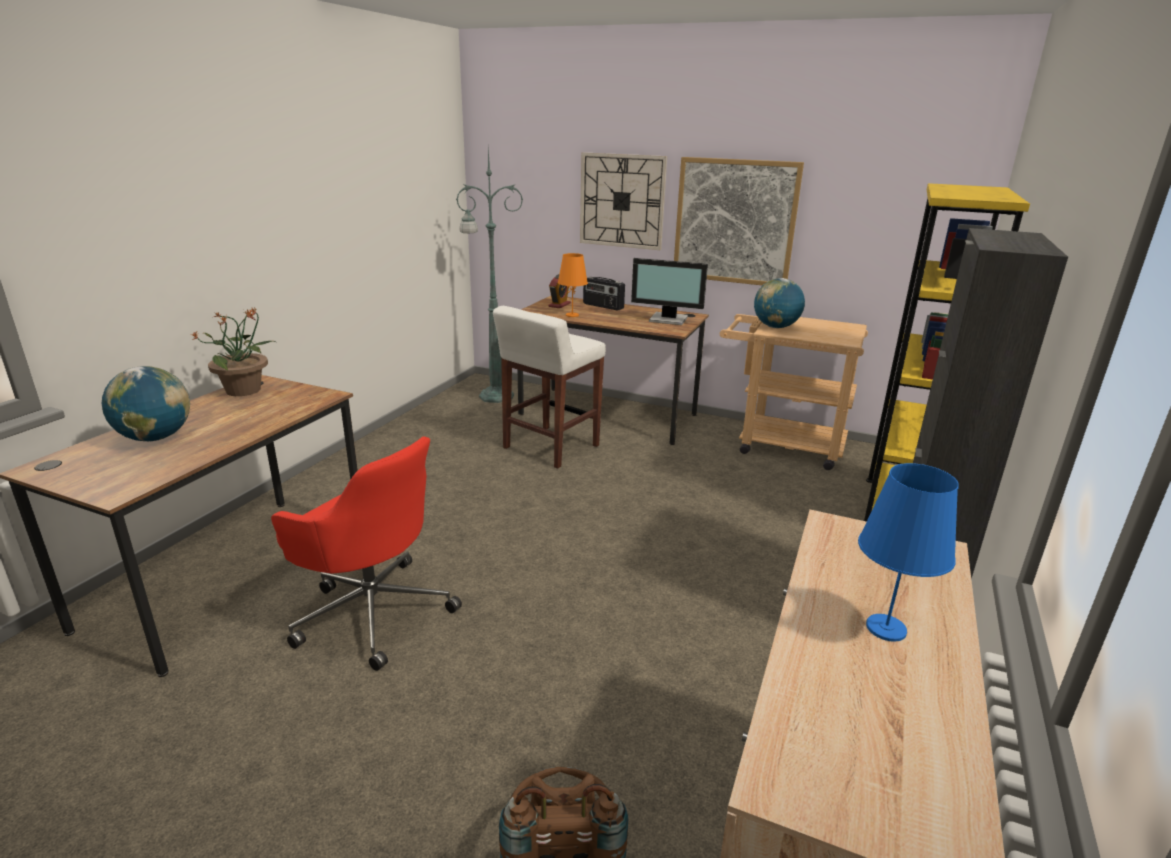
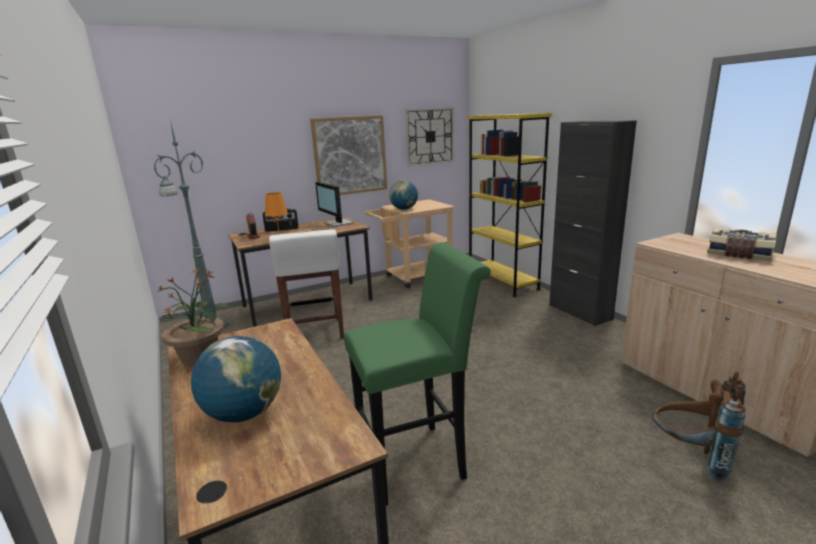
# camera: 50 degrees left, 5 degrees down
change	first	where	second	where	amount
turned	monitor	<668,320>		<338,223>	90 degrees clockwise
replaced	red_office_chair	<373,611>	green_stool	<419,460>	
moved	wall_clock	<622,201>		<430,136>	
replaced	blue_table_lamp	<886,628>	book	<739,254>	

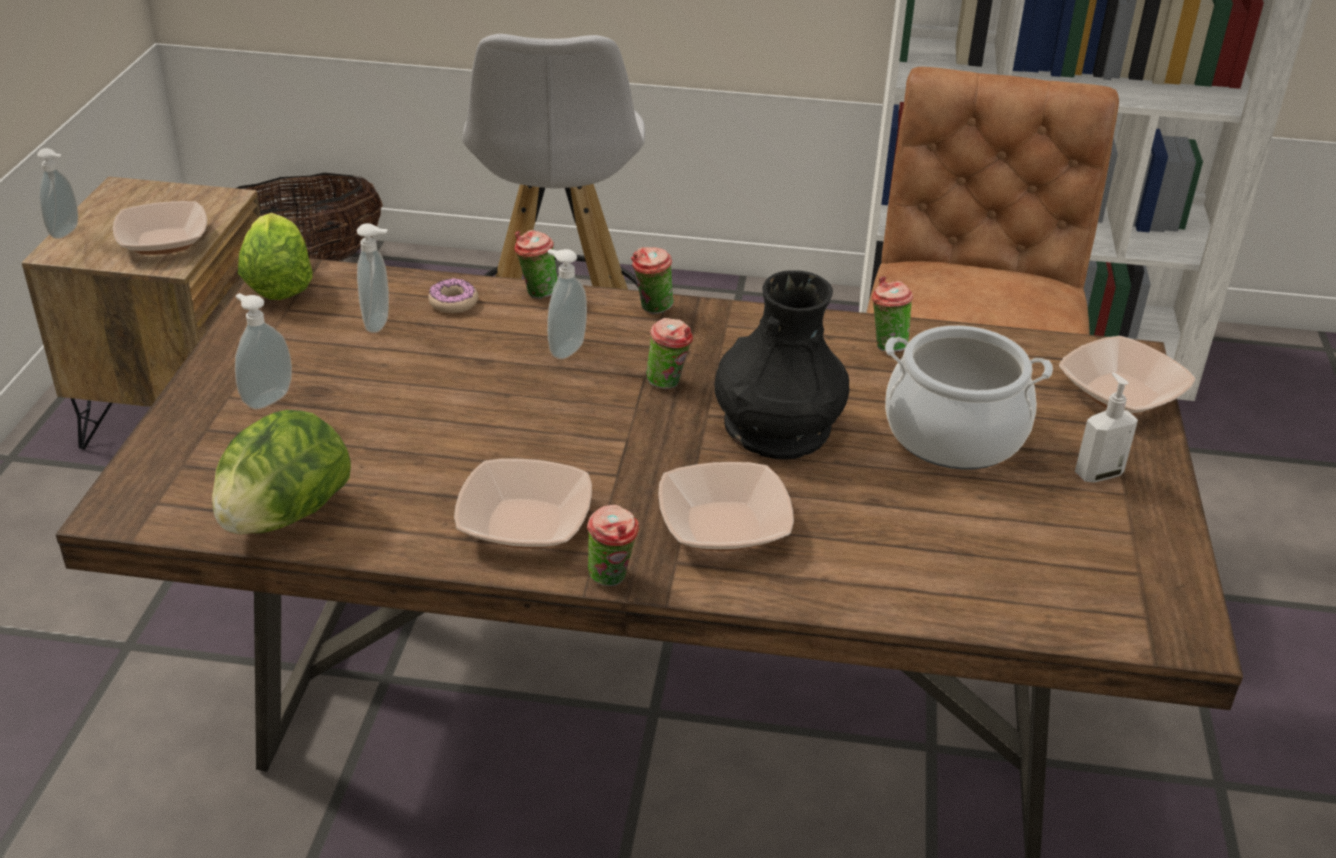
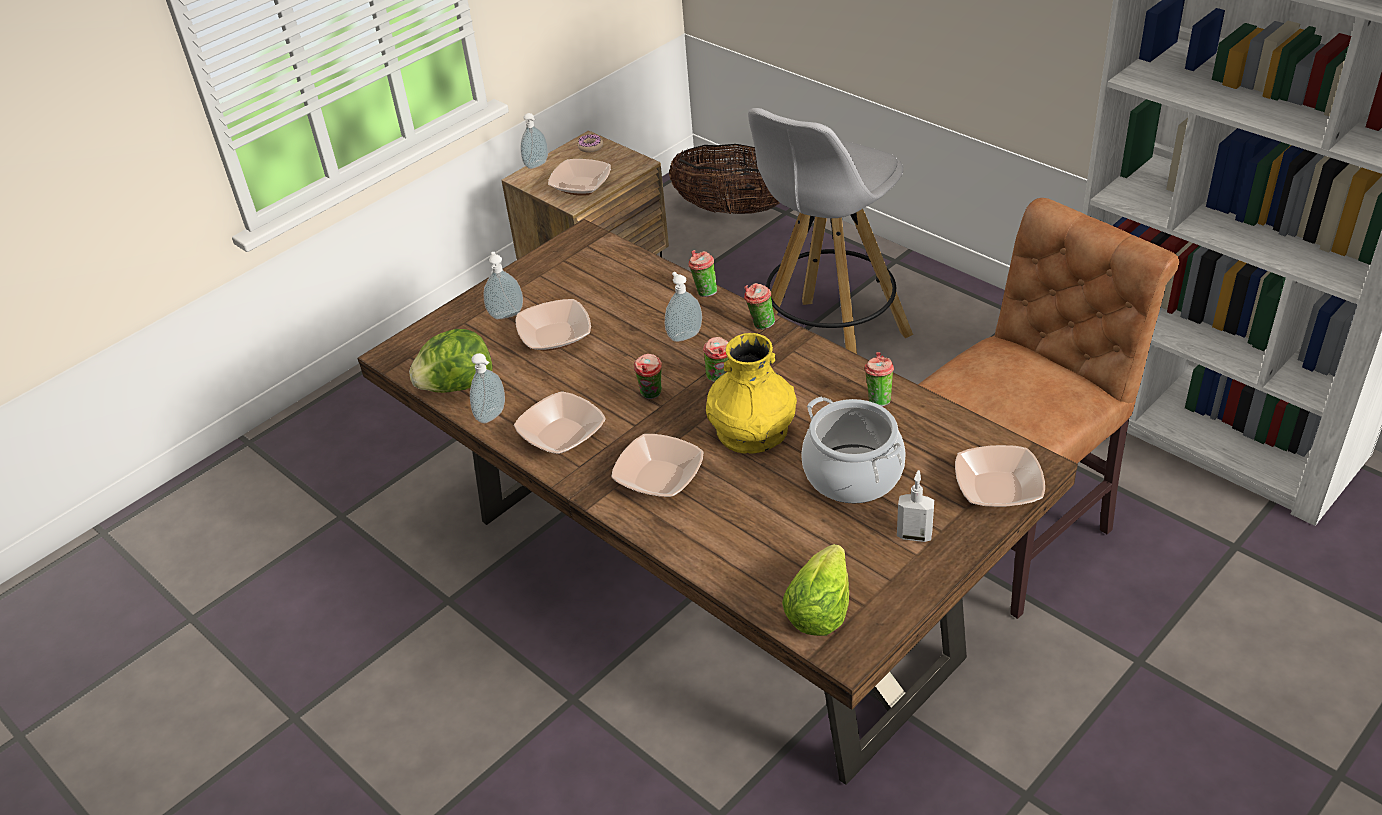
# camera: 40 degrees right, 5 degrees up
change	first	where	second	where	amount
moved	soap_dispenser	<380,323>		<493,416>	
added			bowl	<555,336>	
moved	donut	<453,302>		<590,147>	
moved	cup	<612,579>		<651,395>	
recoloured	black_vase	<777,427>	yellow_vase	<751,429>	
moved	lettuce	<278,285>		<819,611>	

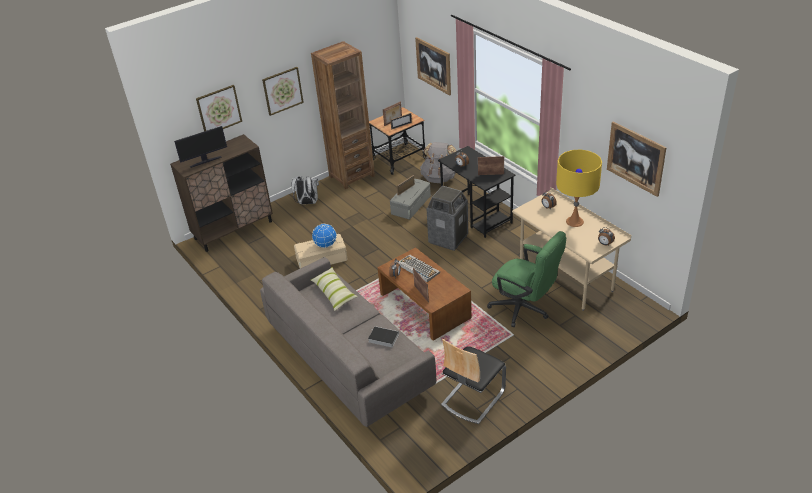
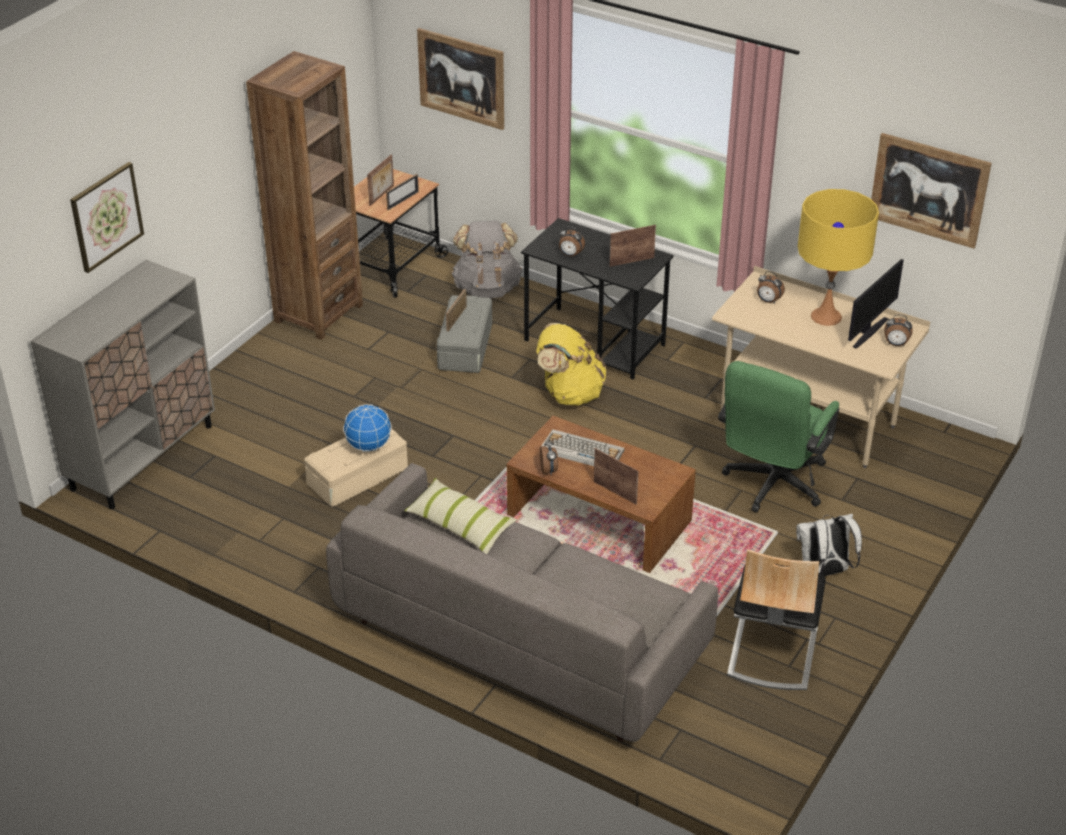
# camera: 25 degrees left, 0 degrees up
change	first	where	second	where	amount
recoloured	brown_cabinet	<234,230>	grey_cabinet	<143,457>	
replaced	trash_can	<448,238>	yellow_backpack	<569,393>	
turned	green_office_chair	<524,309>		<771,486>	105 degrees clockwise
moved	white_backpack	<307,203>		<824,572>	
moved	monitor	<205,161>		<868,332>	
removed	picture	<282,90>			
removed	book	<382,338>			

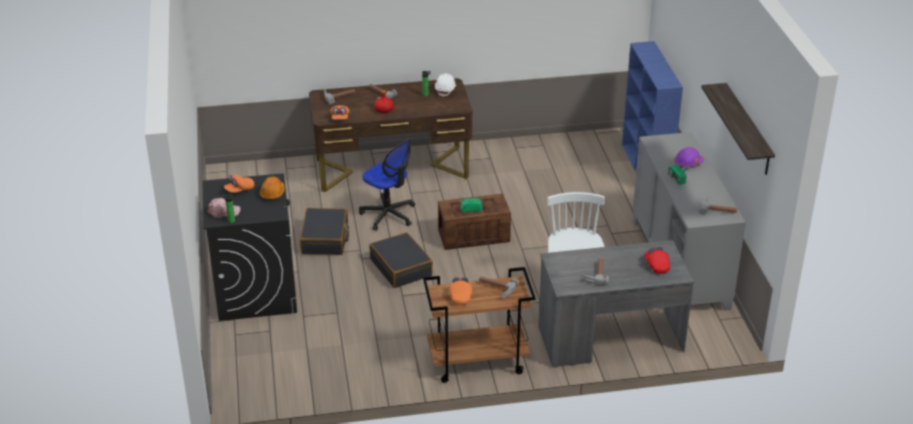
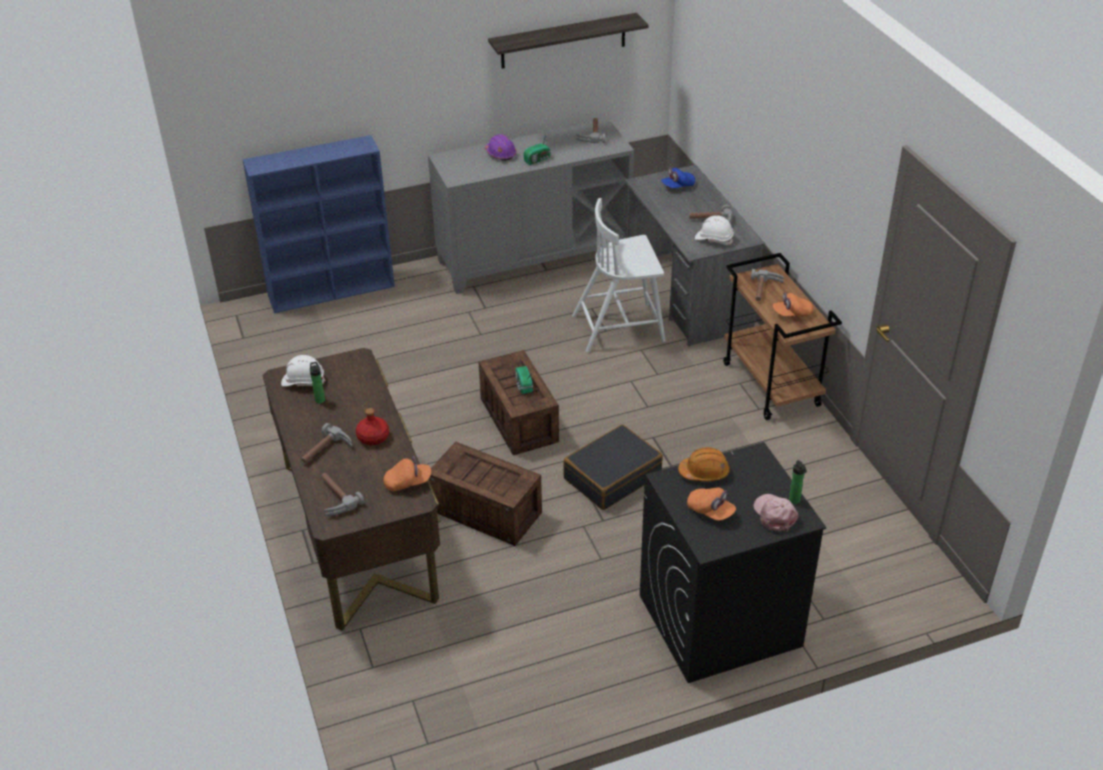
# camera: 100 degrees left, 5 degrees up
change	first	where	second	where	amount
replaced	office_chair	<388,215>	crate	<487,511>	
recoloured	red_cap	<656,265>	blue_cap	<677,186>	
added			white_hard_hat	<714,239>	
removed	black_suitcase	<325,239>			

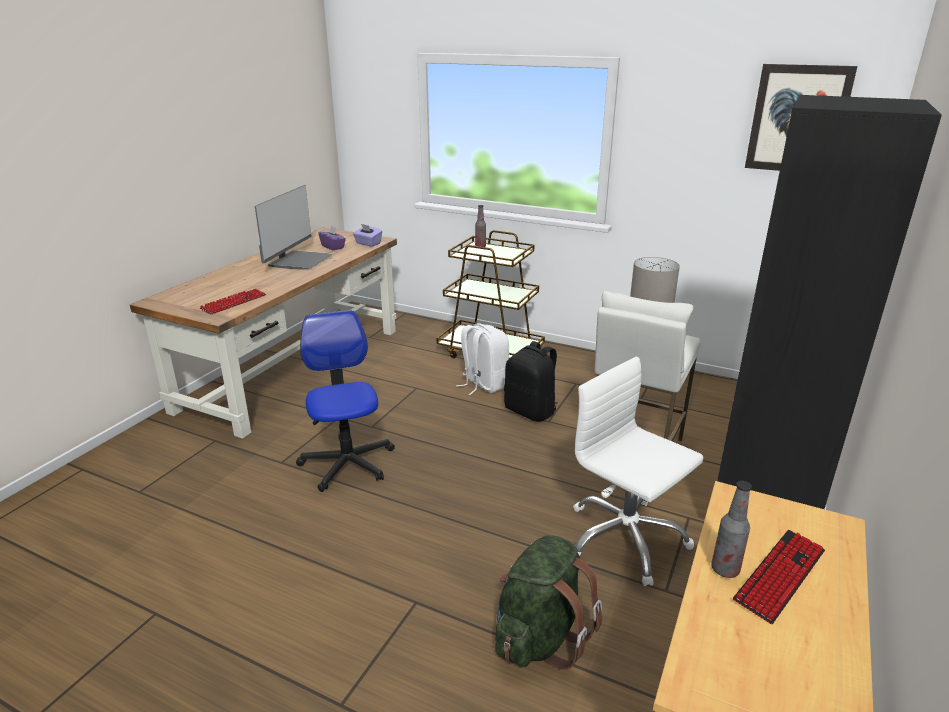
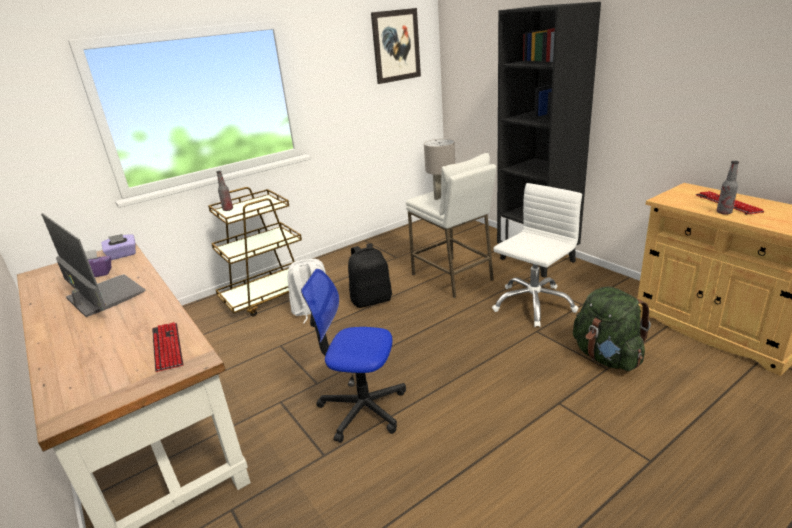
# camera: 60 degrees left, 0 degrees up
change	first	where	second	where	amount
turned	white_office_chair	<624,539>		<533,304>	150 degrees clockwise

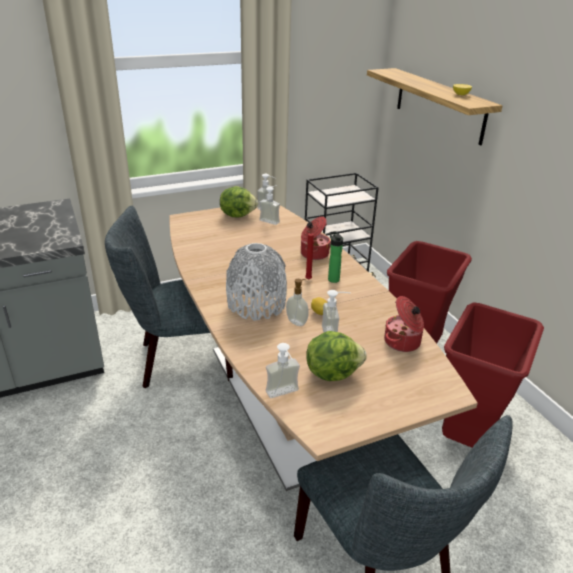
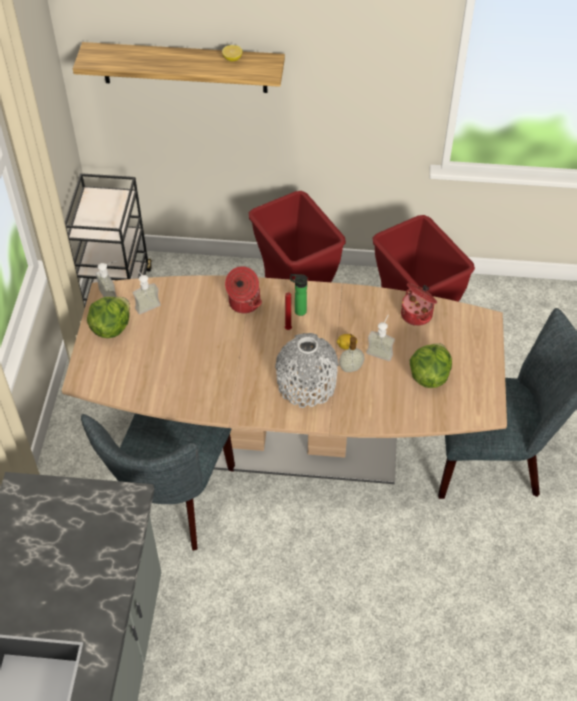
# camera: 60 degrees left, 20 degrees up
change	first	where	second	where	amount
removed	soap_dispenser	<285,395>			

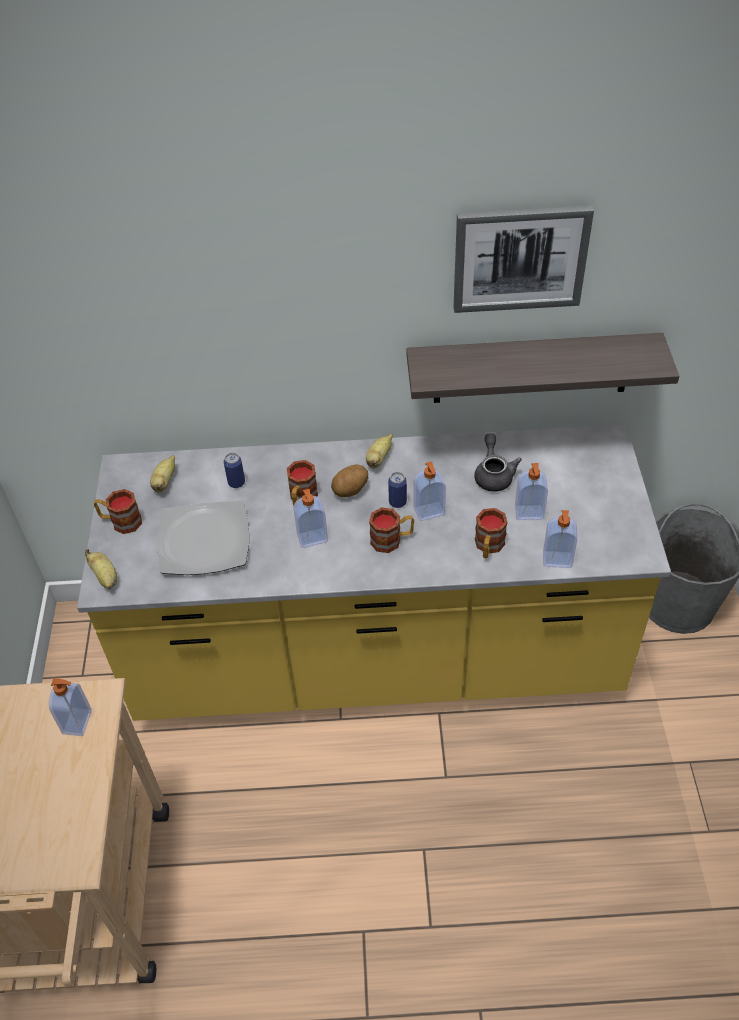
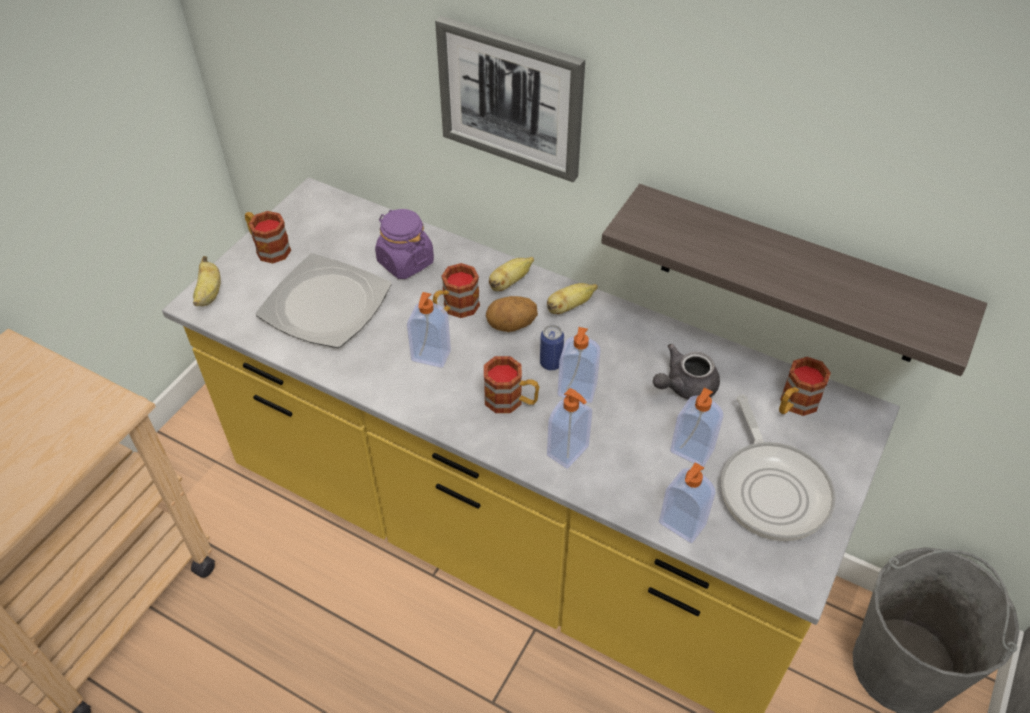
# camera: 30 degrees right, 0 degrees up
change	first	where	second	where	amount
replaced	can	<236,482>	purple_jar	<405,262>	
moved	picture	<519,258>		<511,98>	
moved	banana	<164,481>		<510,282>	
moved	soap_dispenser	<78,722>		<569,452>	
turned	grey_teapot	<493,474>		<684,386>	150 degrees counterclockwise
added			frying_pan	<772,489>	
moved	mug	<488,547>		<794,405>	

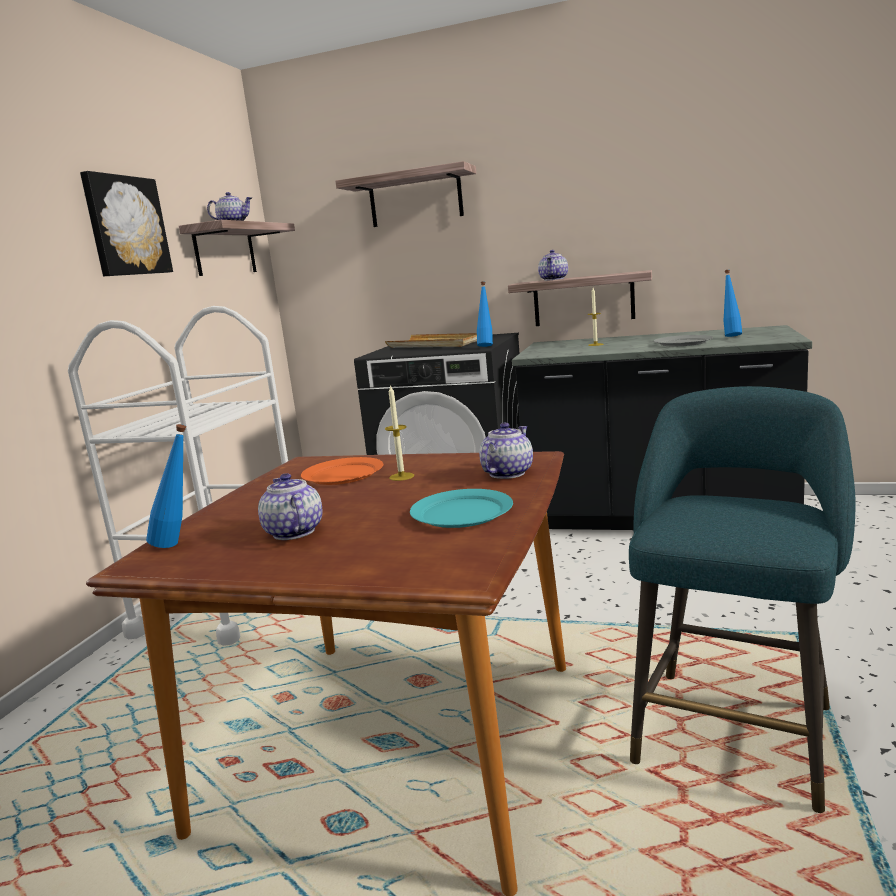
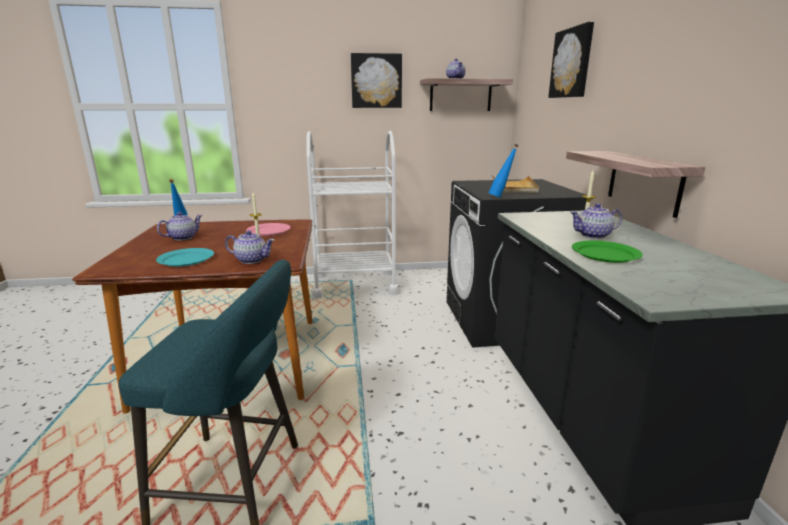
# camera: 65 degrees right, 5 degrees up
change	first	where	second	where	amount
recoloured	orange_plate	<343,474>	pink_plate	<269,231>	
replaced	shelf	<415,198>	picture	<572,63>	
moved	teapot	<554,279>		<593,235>	
recoloured	grey_plate	<682,343>	green_plate	<605,254>	
removed	blue_bottle	<731,336>			

